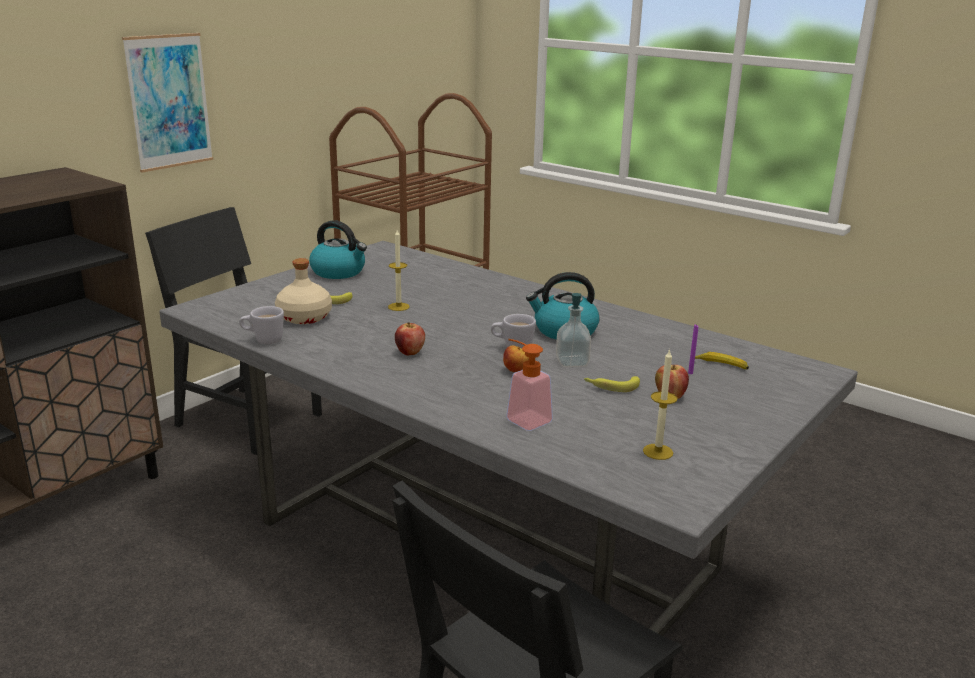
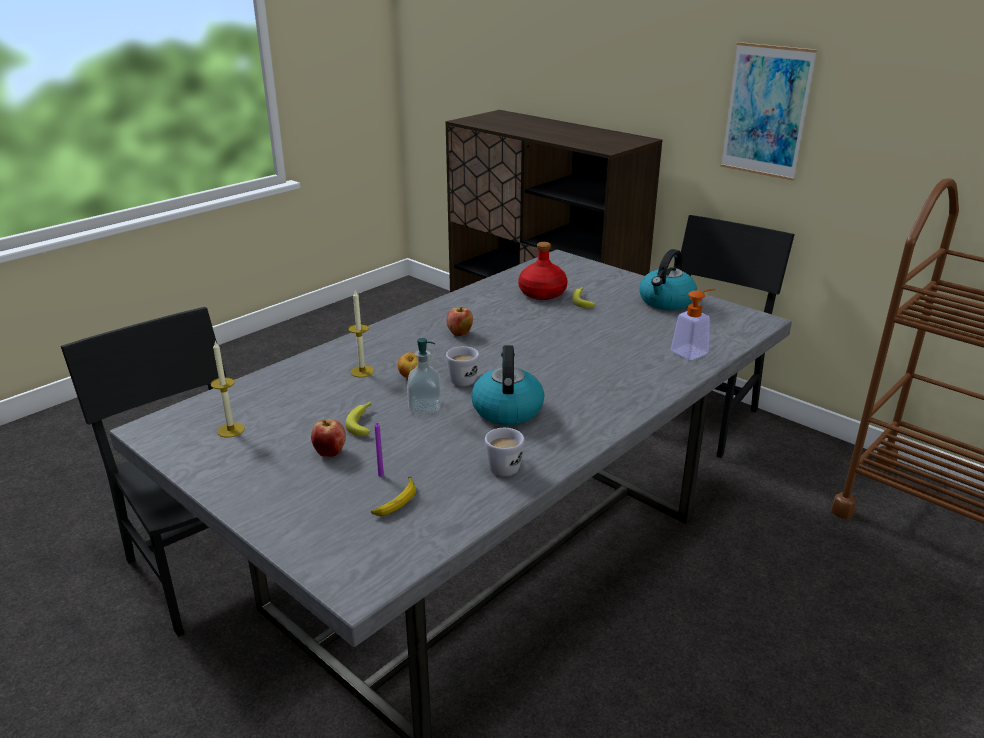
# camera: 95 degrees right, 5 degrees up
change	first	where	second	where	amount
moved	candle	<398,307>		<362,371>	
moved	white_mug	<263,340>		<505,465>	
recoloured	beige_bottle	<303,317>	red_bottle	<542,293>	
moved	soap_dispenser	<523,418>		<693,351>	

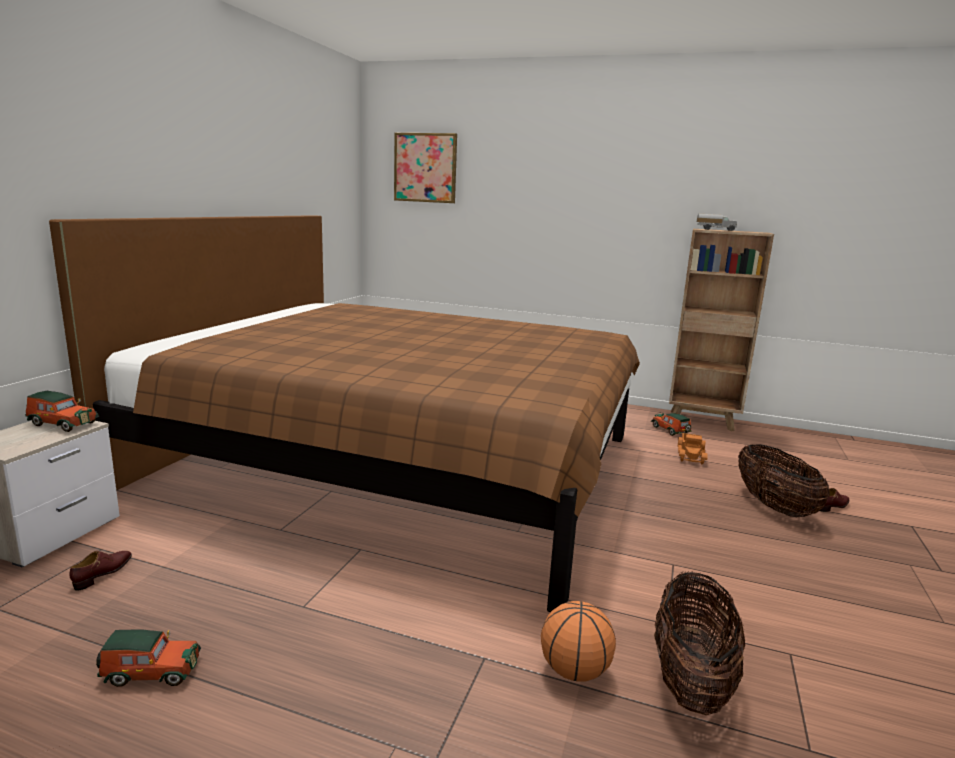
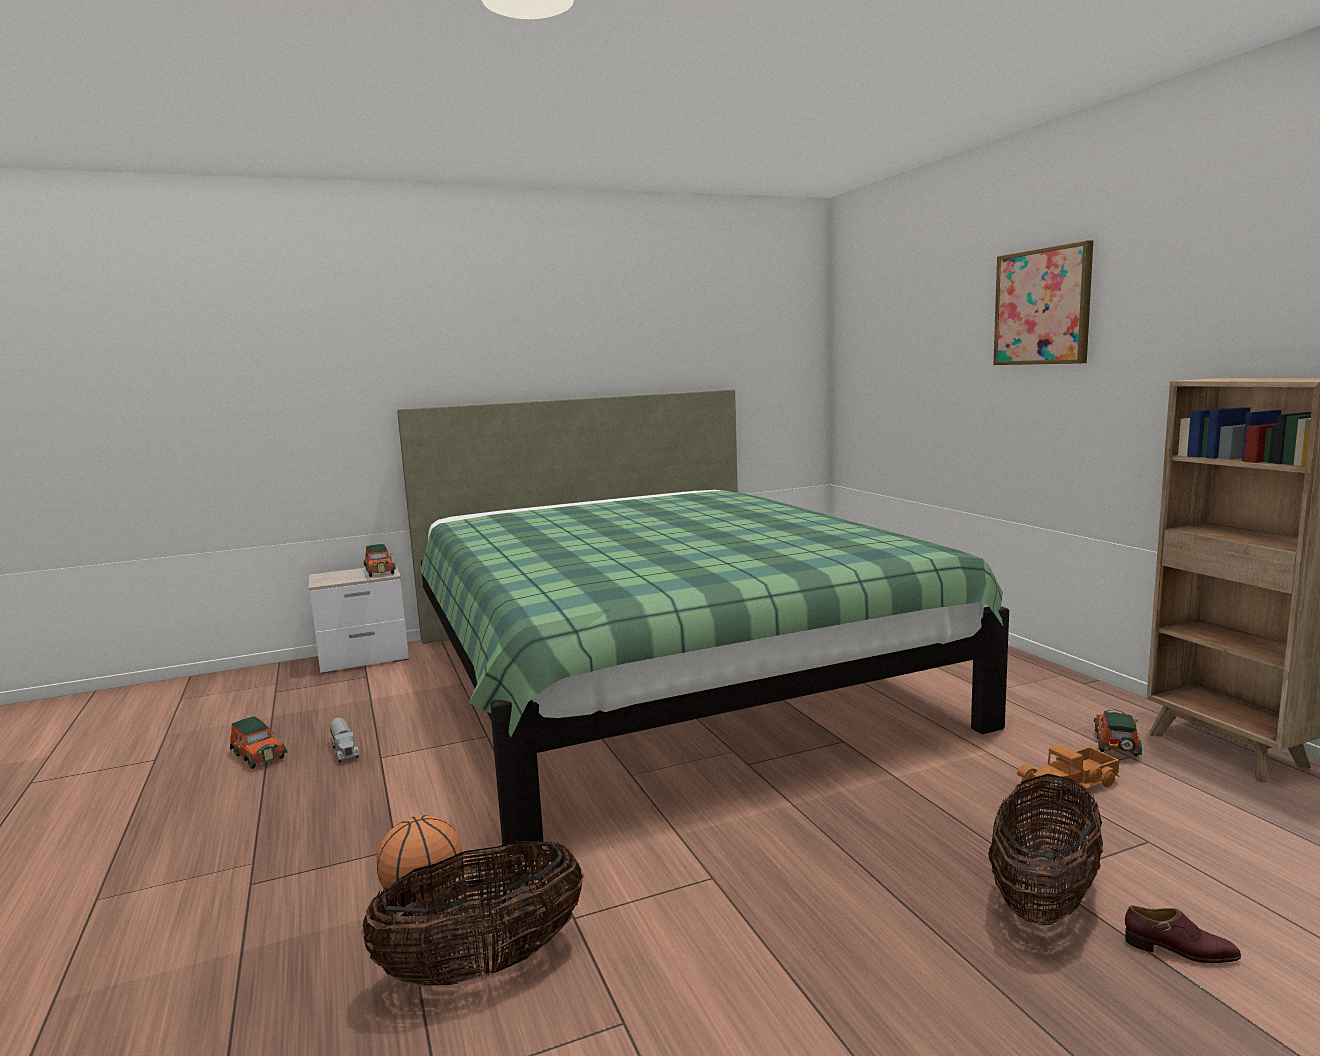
# camera: 50 degrees right, 5 degrees down
change	first	where	second	where	amount
moved	toy_truck	<715,230>		<345,751>	
recoloured	brown_bed	<399,463>	green_bed	<661,679>	
moved	picture	<425,168>		<1042,307>	
removed	brown_shoe	<104,573>			

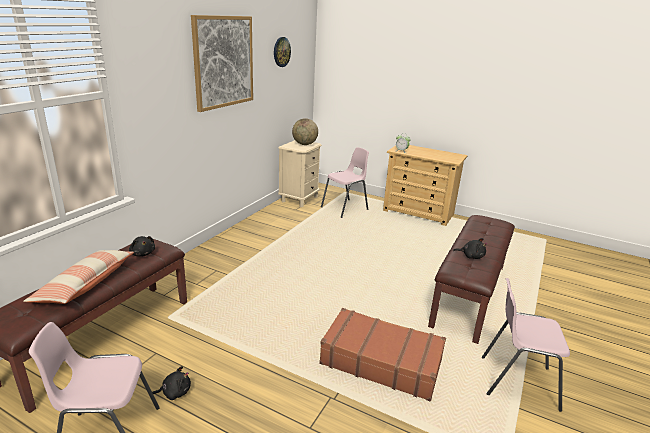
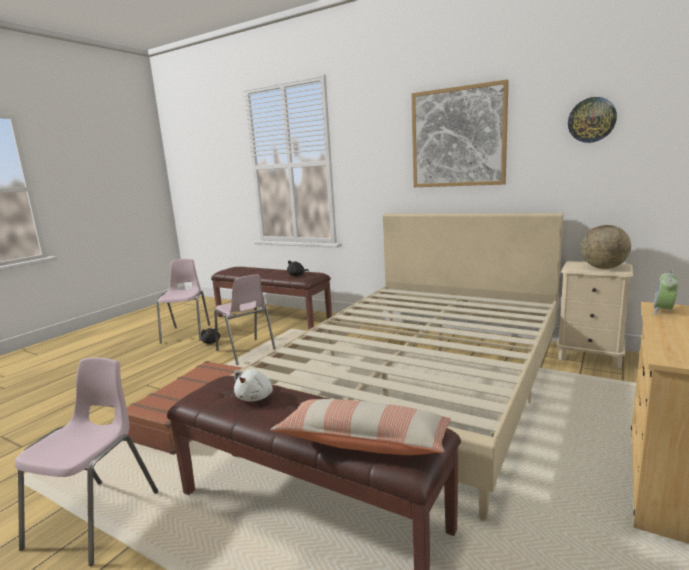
# camera: 95 degrees right, 10 degrees down
change	first	where	second	where	amount
moved	pink_chair	<345,208>		<246,352>	
added			beige_bed	<421,383>	
recoloured	black_plush_toy	<471,256>	white_plush_toy	<256,397>	
moved	pillow	<85,285>		<364,442>	

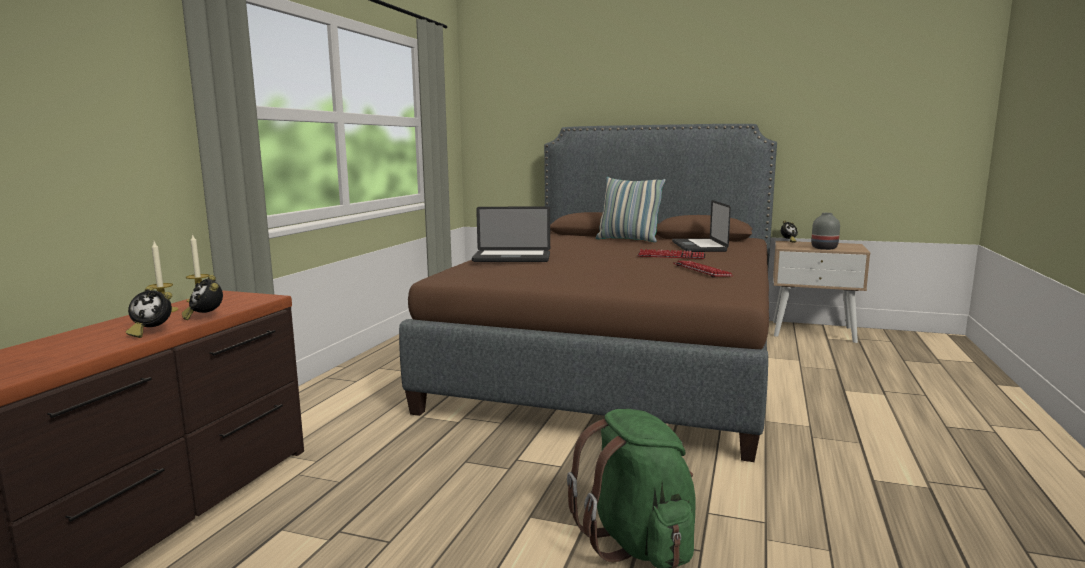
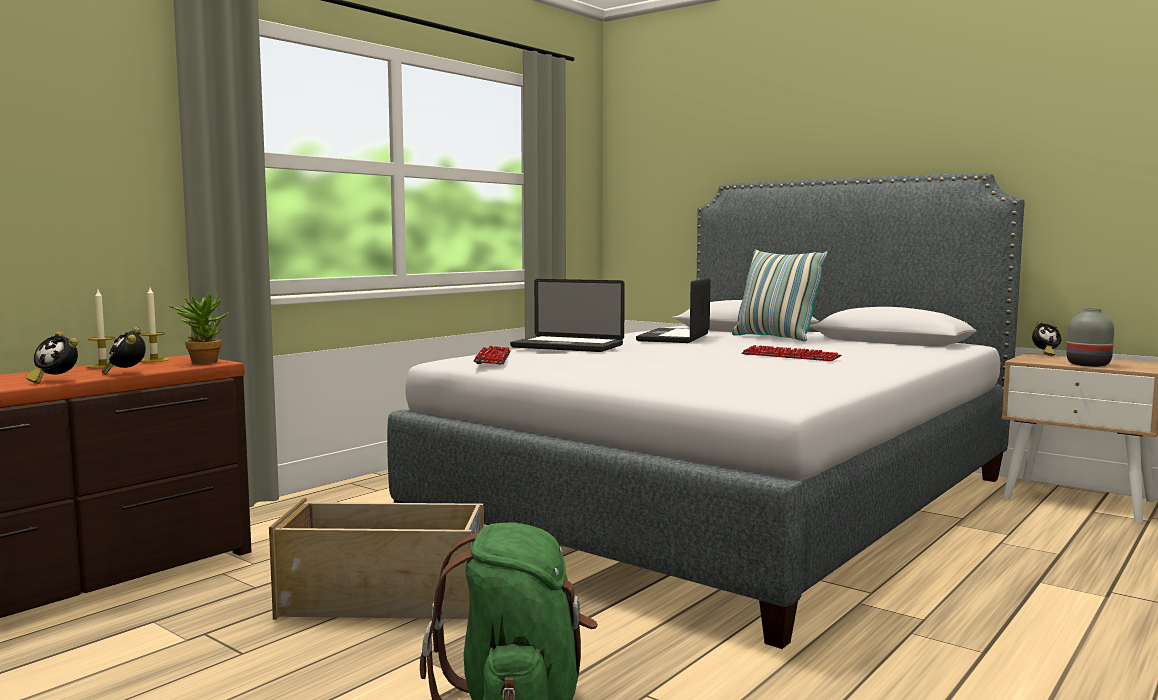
# camera: 20 degrees right, 5 degrees down
change	first	where	second	where	amount
added			potted_plant	<202,362>	
added			beige_storage_box	<386,600>	
recoloured	brown_bed	<619,358>	grey_bed	<728,502>	
moved	keyboard	<701,270>		<493,358>	
moved	laptop	<699,246>		<674,337>	

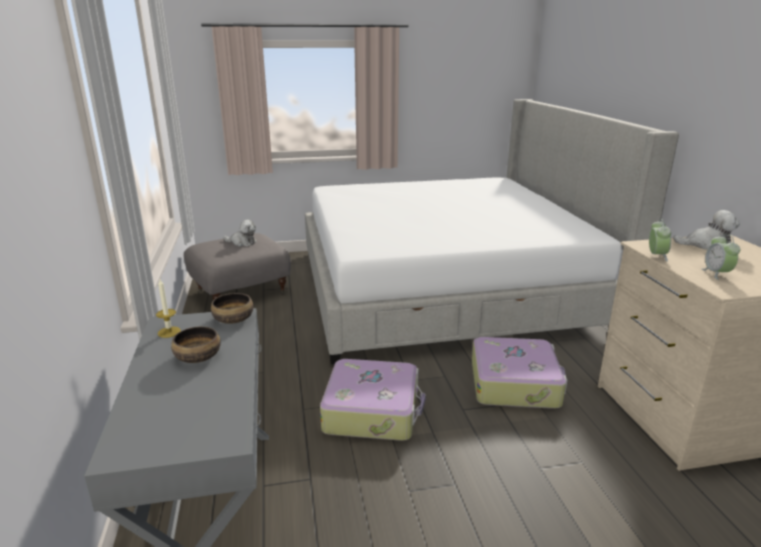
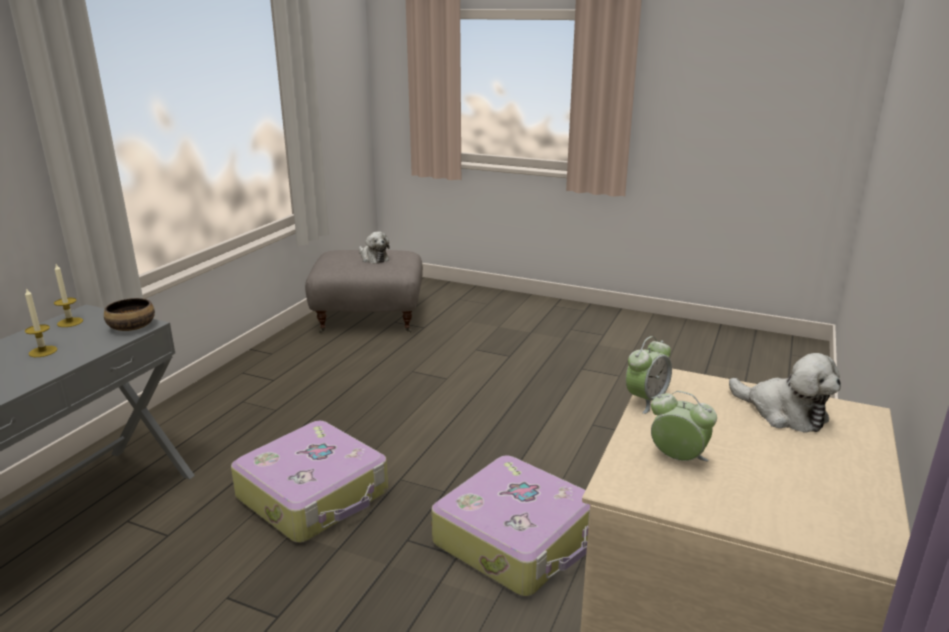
# camera: 35 degrees right, 0 degrees up
change	first	where	second	where	amount
replaced	bowl	<197,357>	candle	<43,351>	
turned	alarm_clock	<716,274>		<677,459>	90 degrees clockwise
removed	bed	<446,288>			

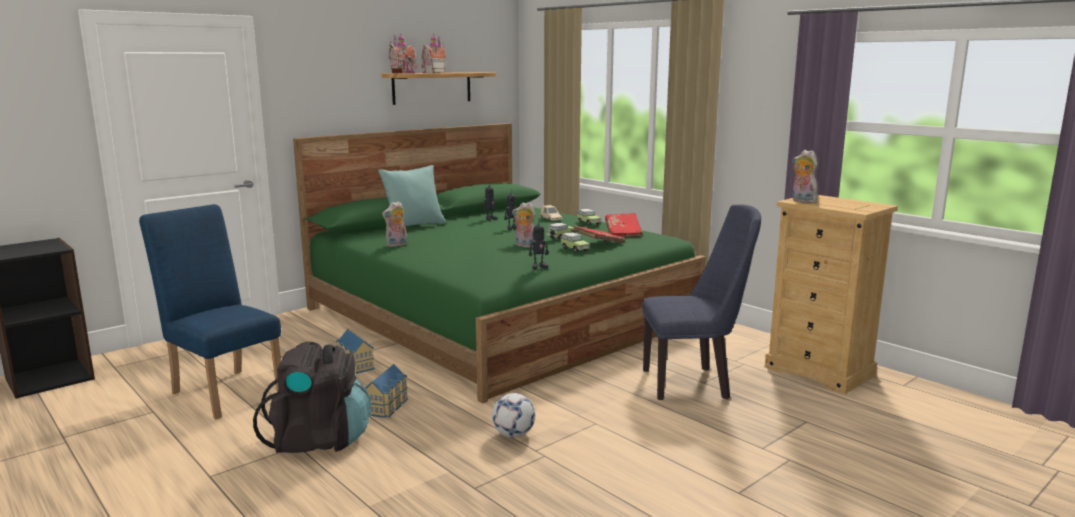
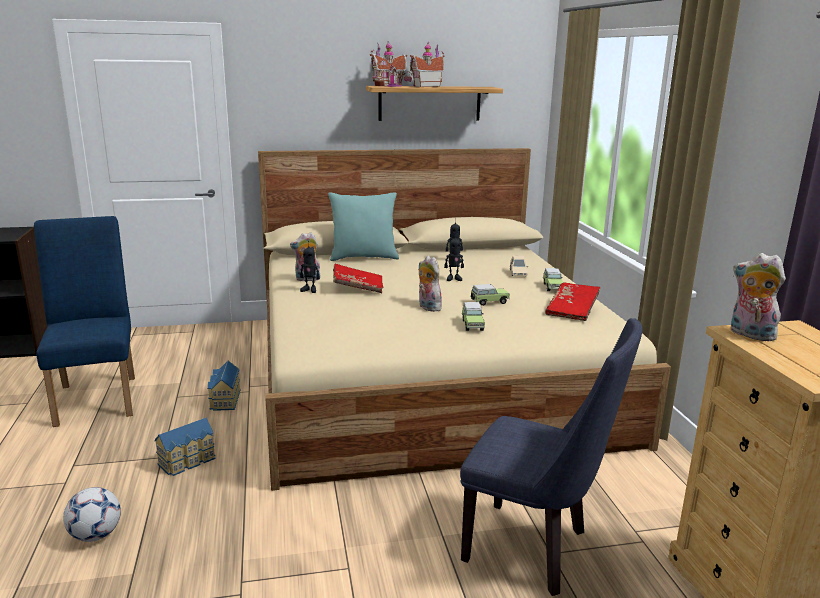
# camera: 30 degrees right, 5 degrees up
change	first	where	second	where	amount
moved	football	<513,434>		<96,535>	
recoloured	green_bed	<499,315>	beige_bed	<427,373>	
moved	toy_robot	<538,267>		<309,290>	
moved	red_book	<598,243>		<357,287>	
turned	plush_toy	<802,201>		<749,335>	45 degrees counterclockwise
removed	black_backpack	<319,440>			

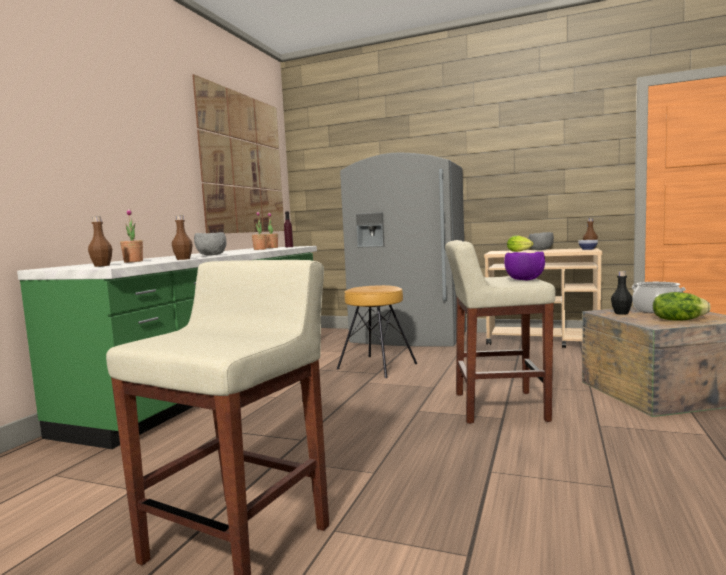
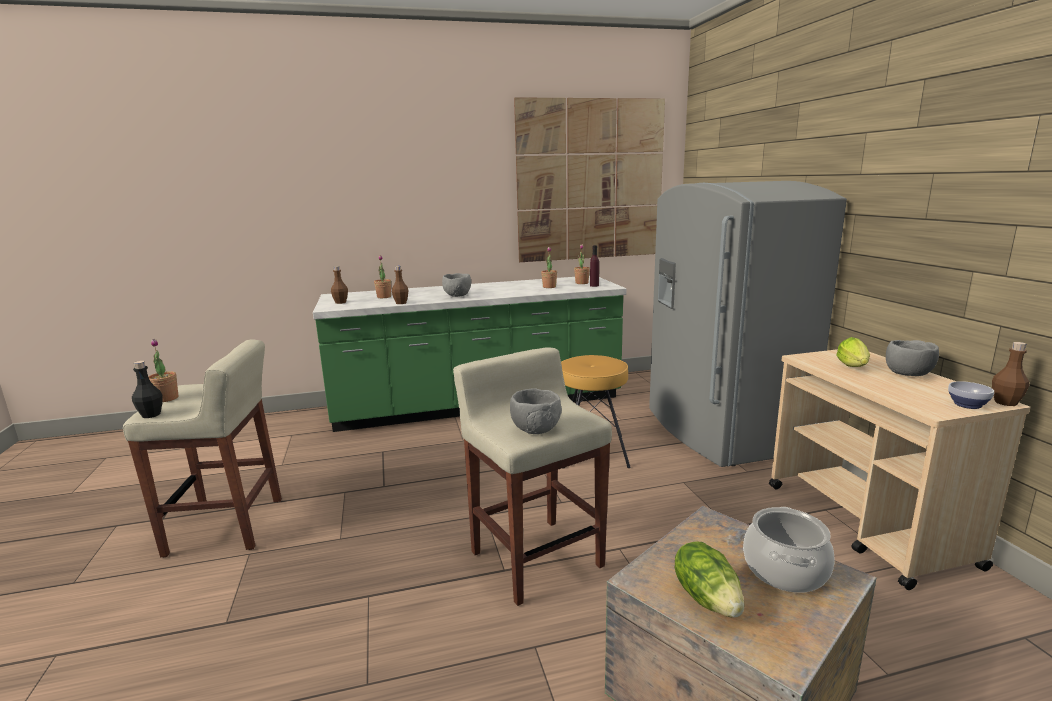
# camera: 55 degrees right, 10 degrees up
change	first	where	second	where	amount
moved	black_bottle	<621,313>		<151,415>	
added			potted_plant	<166,398>	
recoloured	purple_bowl	<524,280>	grey_bowl	<535,430>	

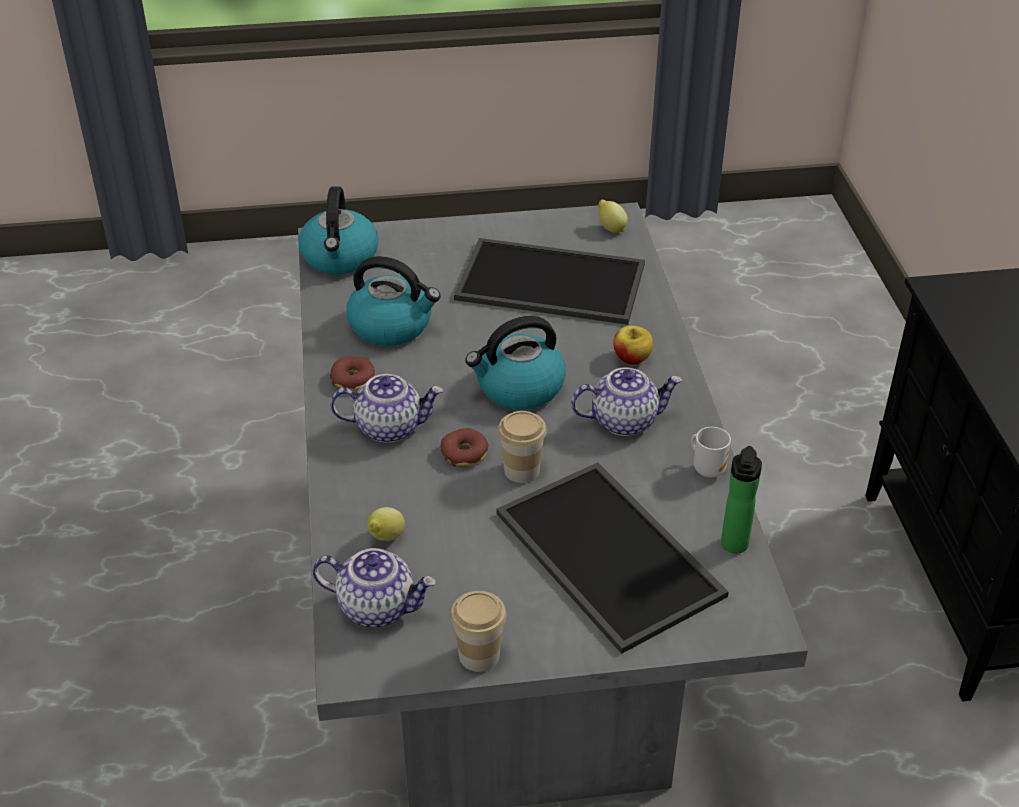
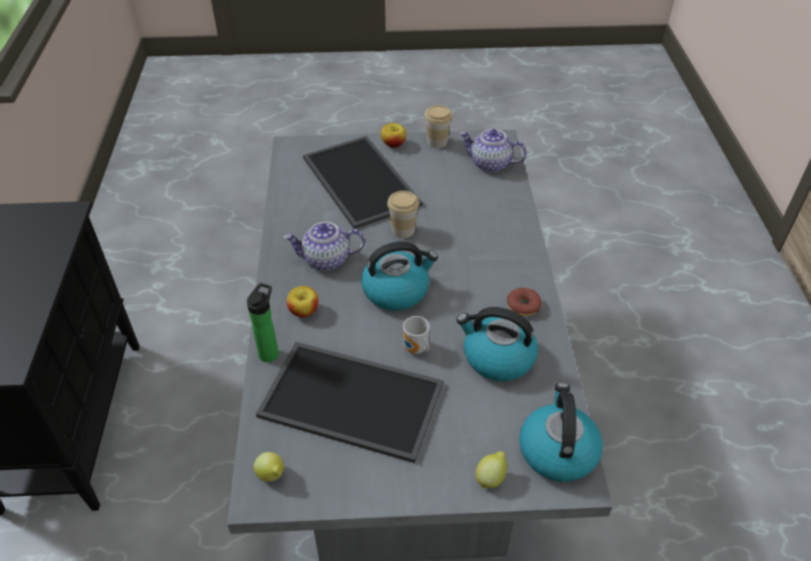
# camera: 175 degrees left, 5 degrees up
change	first	where	second	where	amount
moved	bottle	<734,547>		<270,352>	
added			apple	<393,144>	
moved	mug	<708,469>		<416,350>	
moved	lemon	<385,538>		<491,477>	
removed	teapot	<389,427>			
removed	donut	<464,453>			

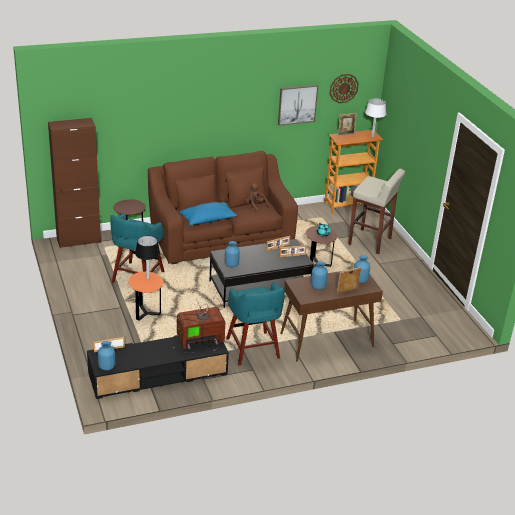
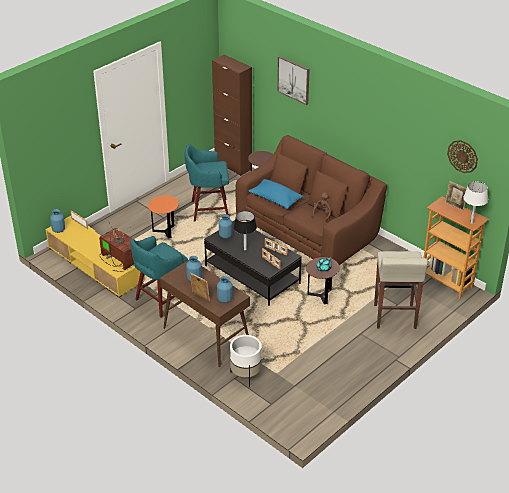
# camera: 65 degrees right, 5 degrees up
change	first	where	second	where	amount
recoloured	black_tv_stand	<158,374>	yellow_tv_stand	<95,264>	
added			white_planter	<245,375>	
moved	black_table_lamp	<147,278>		<245,249>	
moved	picture	<297,104>		<294,79>	

